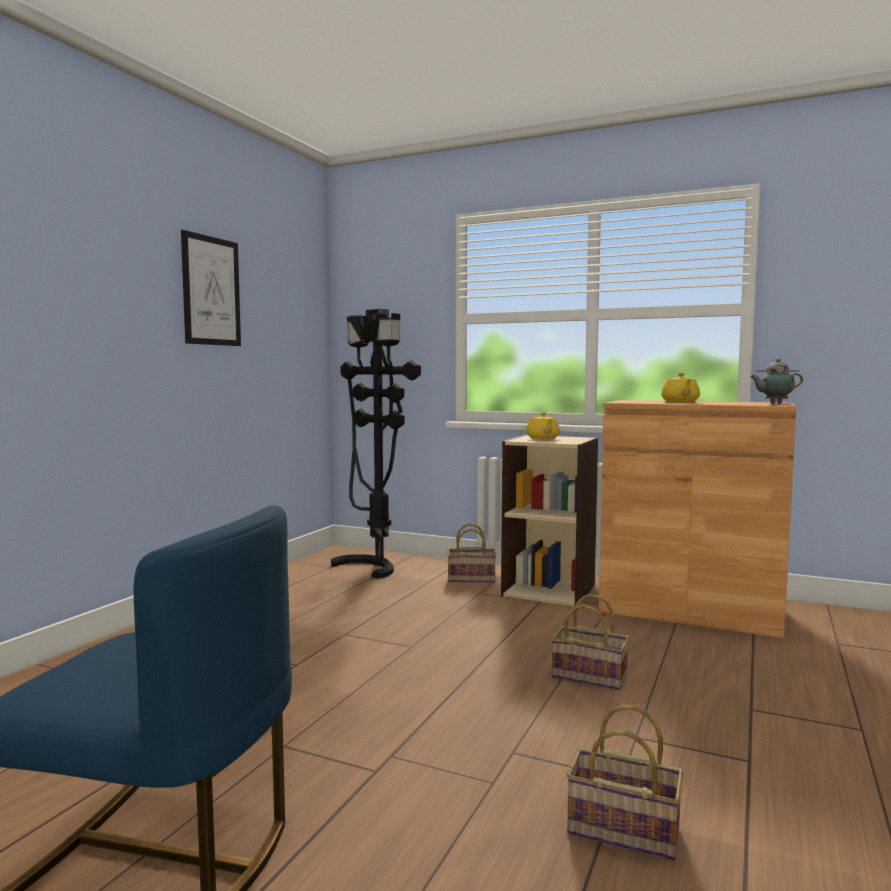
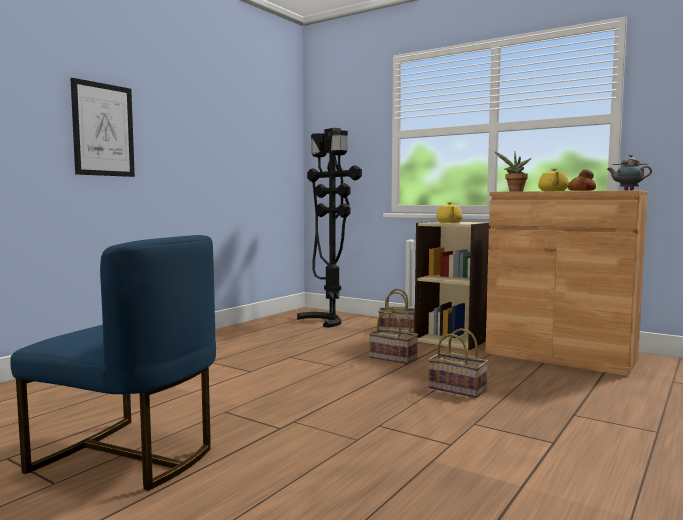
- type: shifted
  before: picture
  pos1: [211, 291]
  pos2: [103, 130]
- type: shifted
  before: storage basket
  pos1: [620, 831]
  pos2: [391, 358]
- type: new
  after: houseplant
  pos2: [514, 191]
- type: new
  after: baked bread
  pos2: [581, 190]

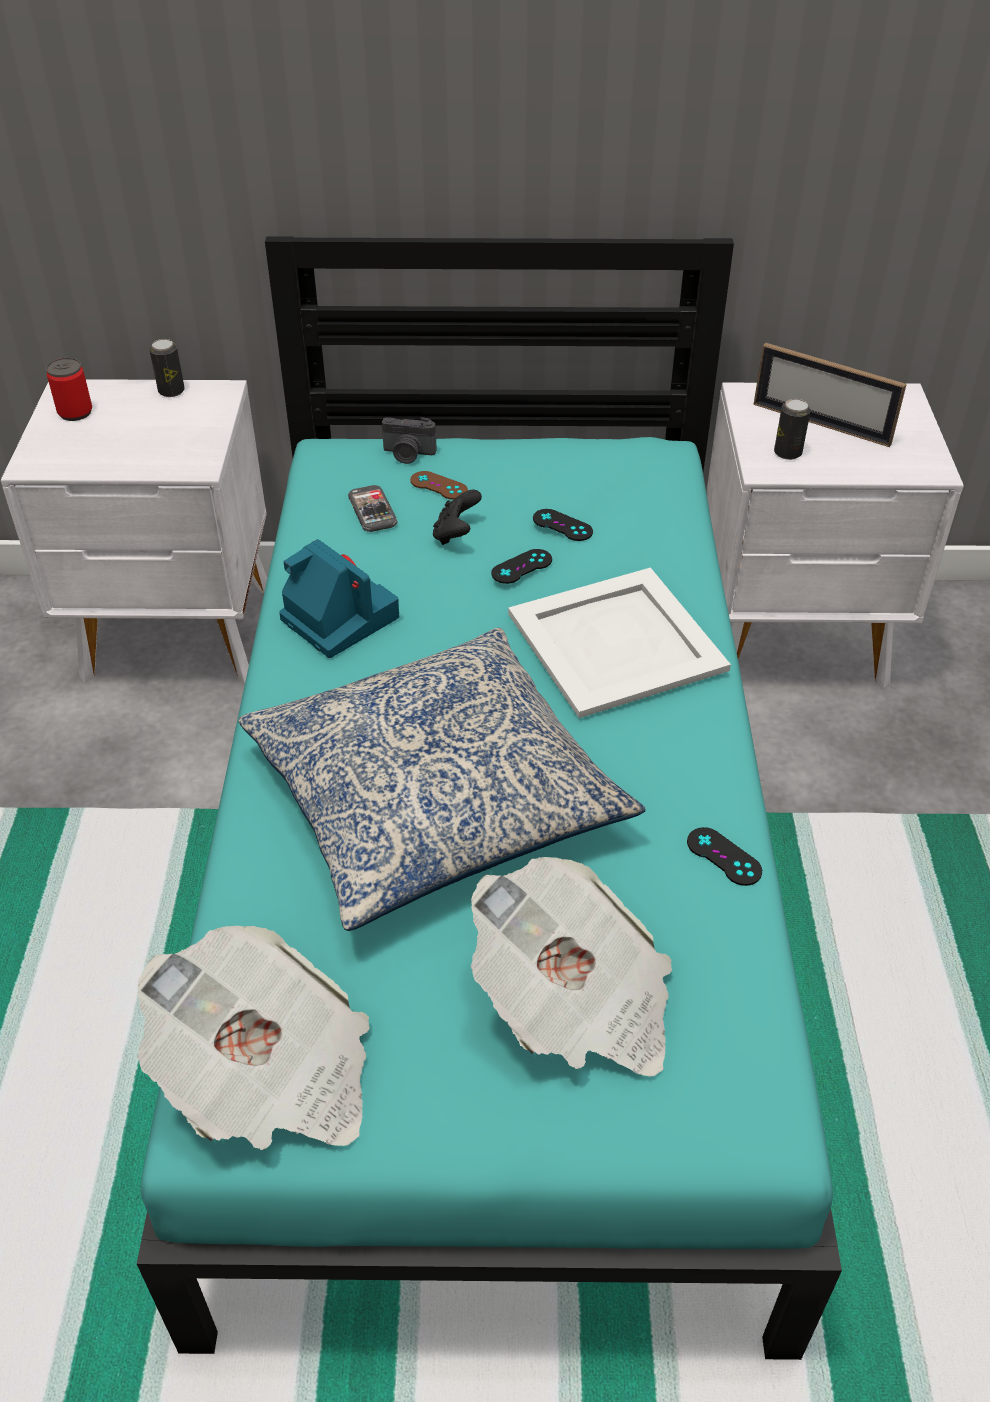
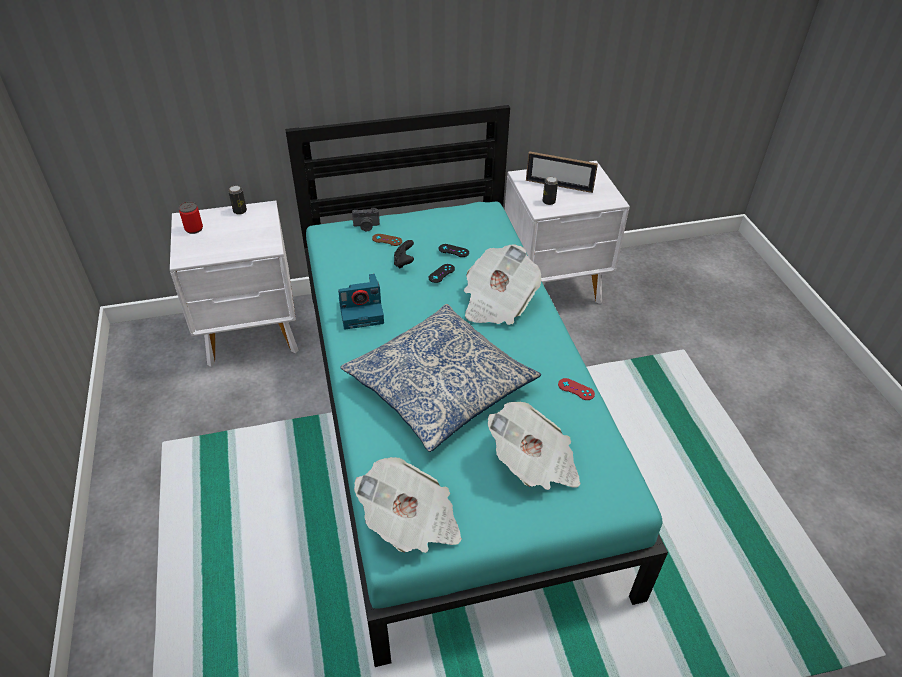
- type: rotated
  before: photo camera
  pos1: [337, 617]
  pos2: [362, 311]
  turn: 135
- type: swapped
  before: whitish serving tray
  after: printed paper
  pos1: [615, 643]
  pos2: [497, 302]
- type: repainted
  before: black game controller
  after: red-coloured game controller
  pos1: [724, 857]
  pos2: [576, 389]
- type: gone
  before: telephone
  pos1: [372, 510]

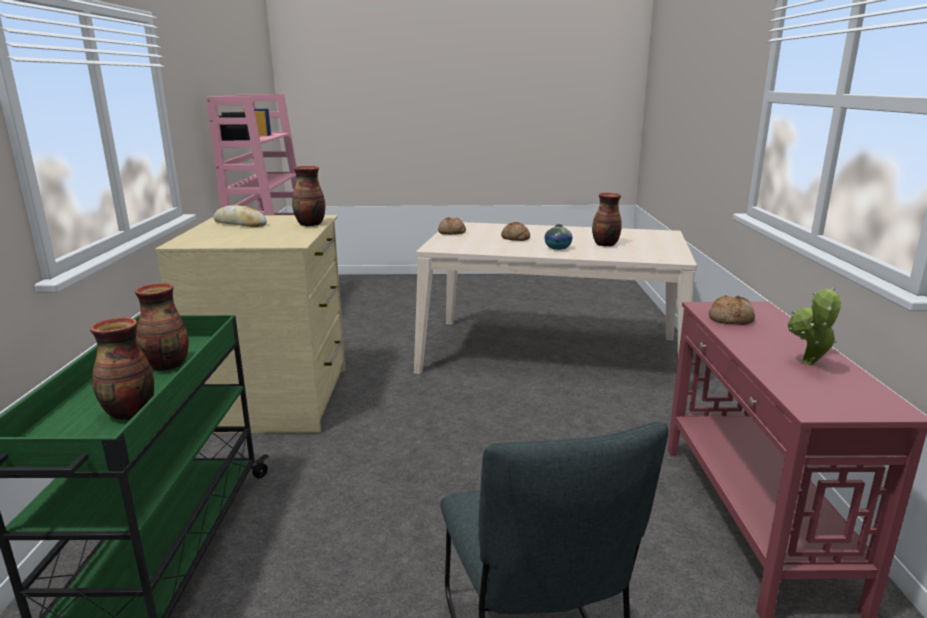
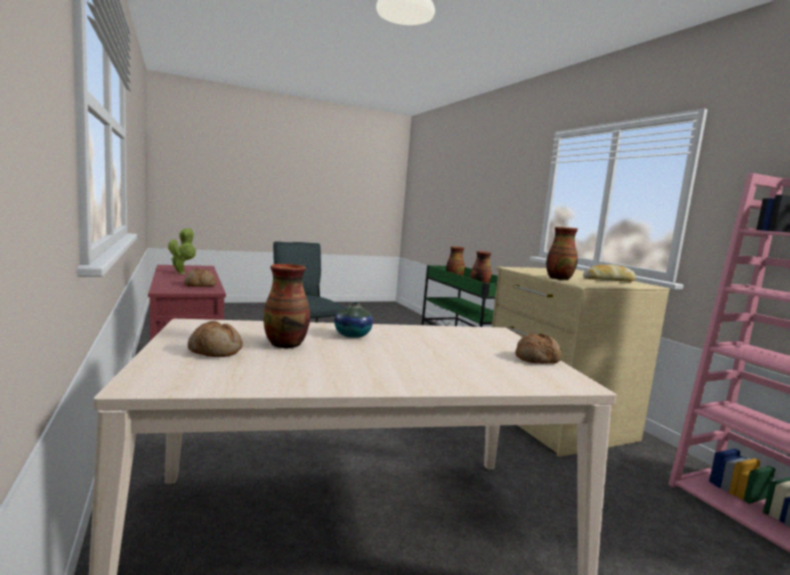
- type: shifted
  before: baked bread
  pos1: [515, 238]
  pos2: [215, 351]

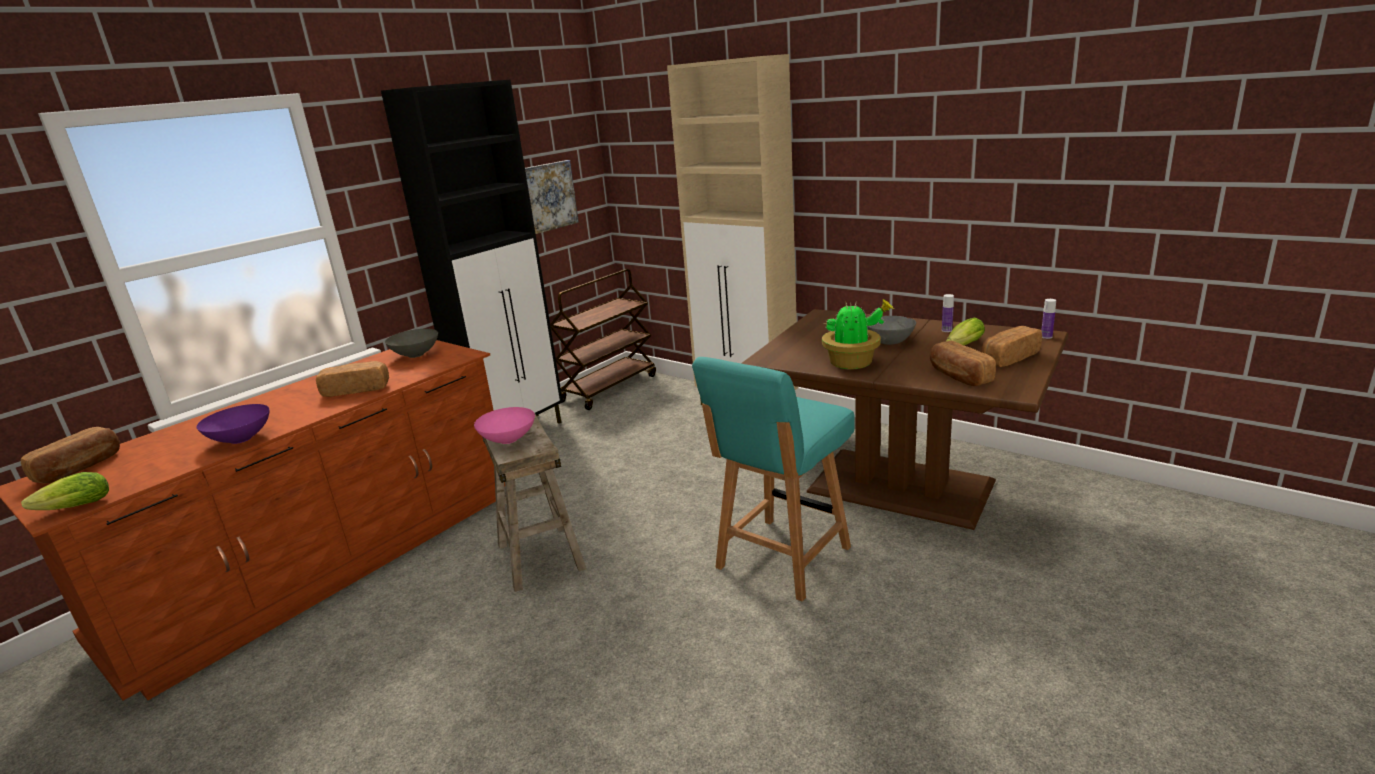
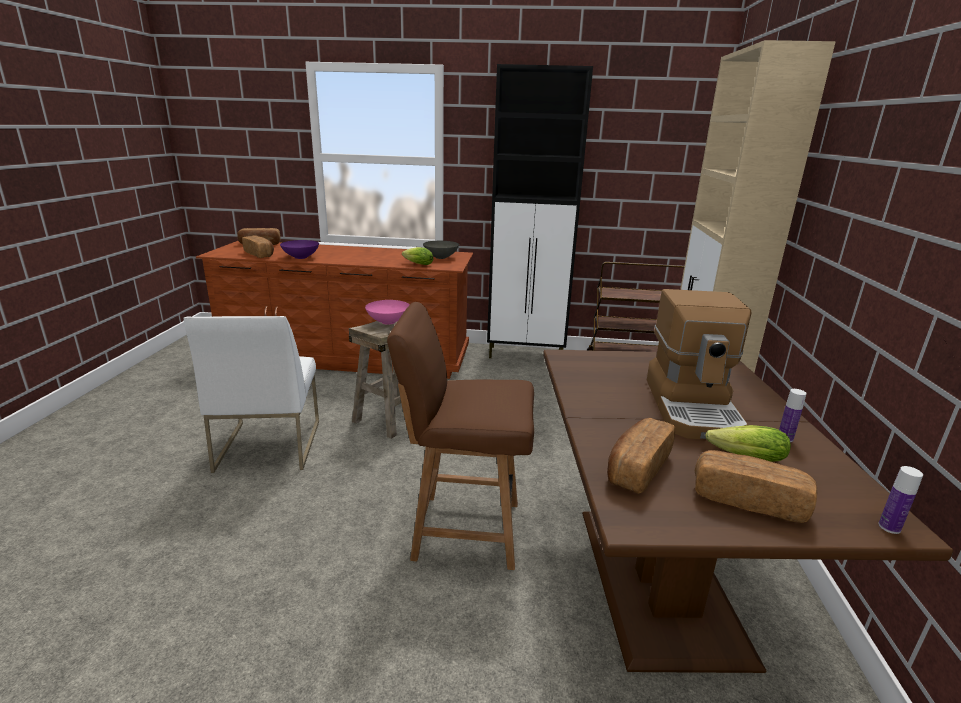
- type: new
  after: whitish upright chair
  pos2: [268, 444]
- type: shifted
  before: baked bread
  pos1: [356, 390]
  pos2: [260, 254]
- type: repainted
  before: turquoise upright chair
  after: brown upright chair
  pos1: [781, 559]
  pos2: [464, 529]
- type: shifted
  before: lettuce
  pos1: [72, 508]
  pos2: [416, 264]
- type: swapped
  before: greyish serving bowl
  after: coffee maker
  pos1: [890, 341]
  pos2: [693, 407]
- type: gone
  before: picture
  pos1: [547, 196]
- type: gone
  before: houseplant
  pos1: [853, 363]

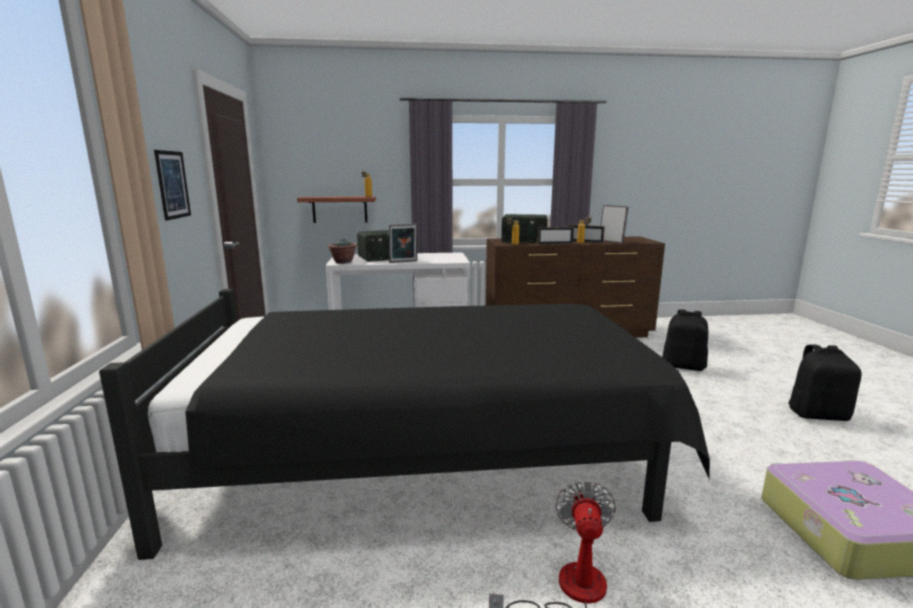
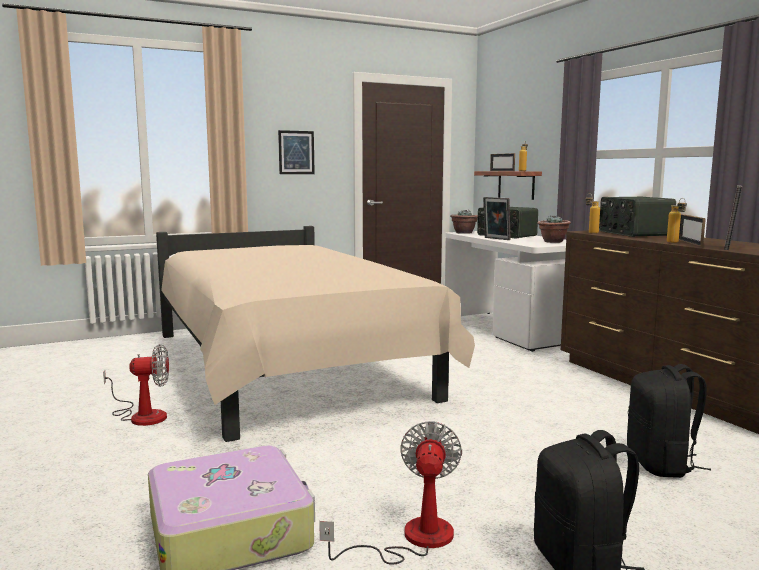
- type: repainted
  before: black bedroom bed
  after: sand-coloured bedroom bed
  pos1: [428, 456]
  pos2: [286, 367]
- type: new
  after: fan
  pos2: [412, 539]
- type: shifted
  before: picture frame
  pos1: [555, 244]
  pos2: [502, 171]
- type: new
  after: houseplant
  pos2: [553, 241]

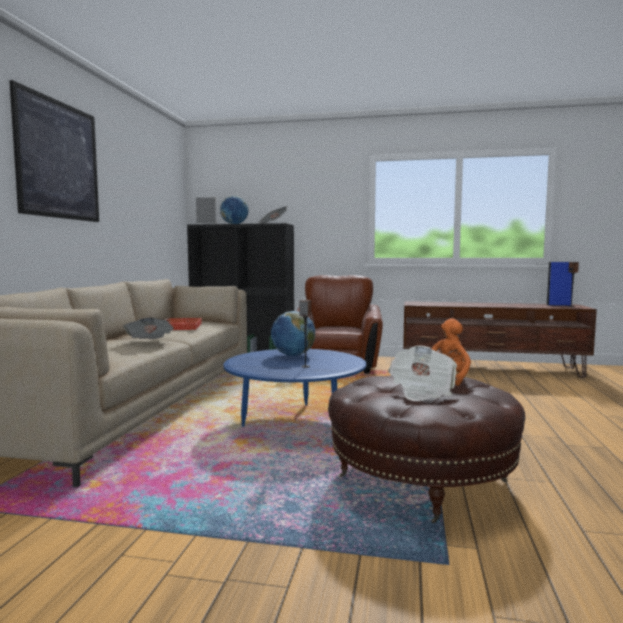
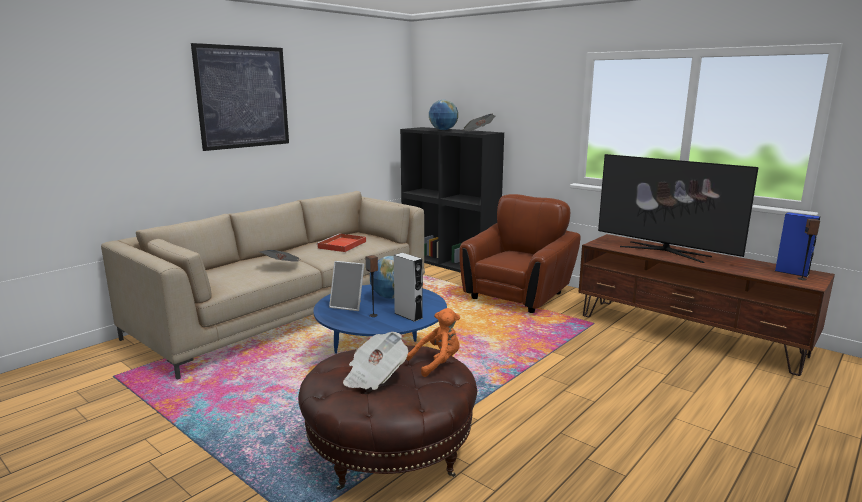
- type: shifted
  before: picture frame
  pos1: [206, 225]
  pos2: [348, 305]
- type: new
  after: greyish loudspeaker
  pos2: [408, 315]
- type: new
  after: television
  pos2: [664, 251]

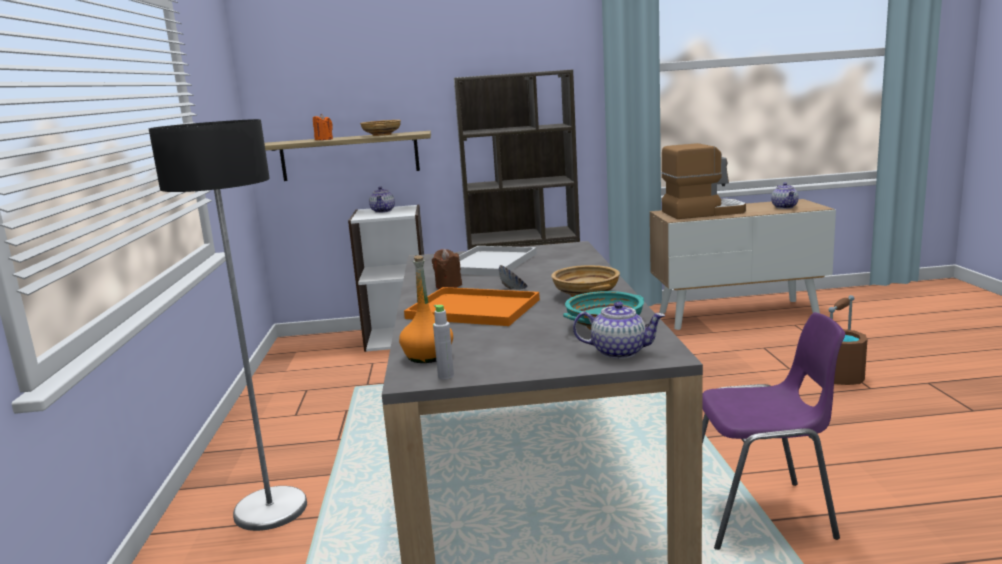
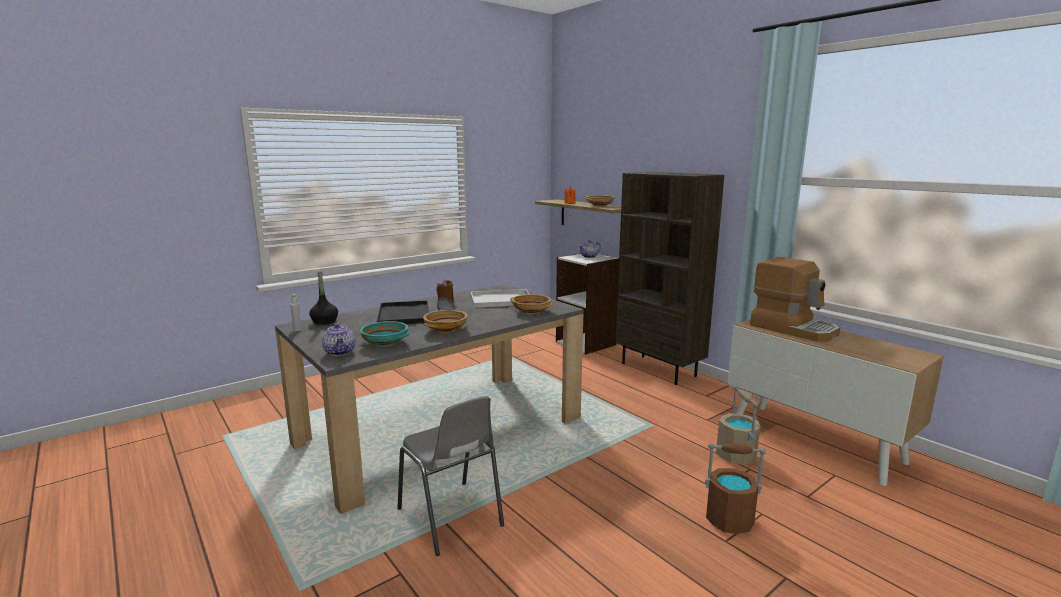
- type: repainted
  before: orange-coloured bottle
  after: black bottle
  pos1: [428, 356]
  pos2: [324, 322]
- type: repainted
  before: orange-coloured serving tray
  after: black serving tray
  pos1: [476, 309]
  pos2: [404, 315]
- type: repainted
  before: purple-coloured upright chair
  after: greyish upright chair
  pos1: [762, 514]
  pos2: [451, 519]
- type: new
  after: sand-coloured serving bowl
  pos2: [531, 311]
- type: new
  after: sand-coloured pail
  pos2: [736, 456]
- type: gone
  before: standing lamp
  pos1: [270, 509]
- type: gone
  before: tea pot
  pos1: [785, 207]

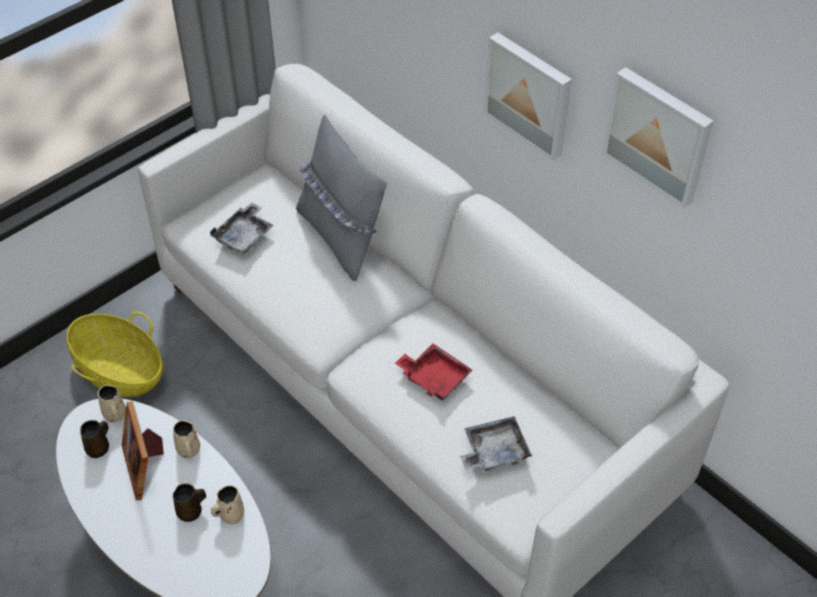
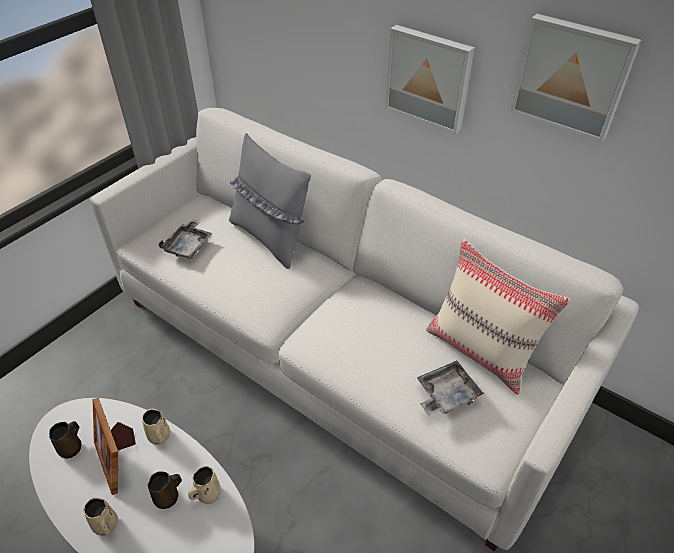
- type: shifted
  before: sand-coloured coffee mug
  pos1: [115, 415]
  pos2: [106, 526]
- type: new
  after: sand-coloured throw pillow
  pos2: [481, 351]
- type: gone
  before: storage basket
  pos1: [120, 371]
- type: gone
  before: red-coloured serving tray
  pos1: [434, 377]

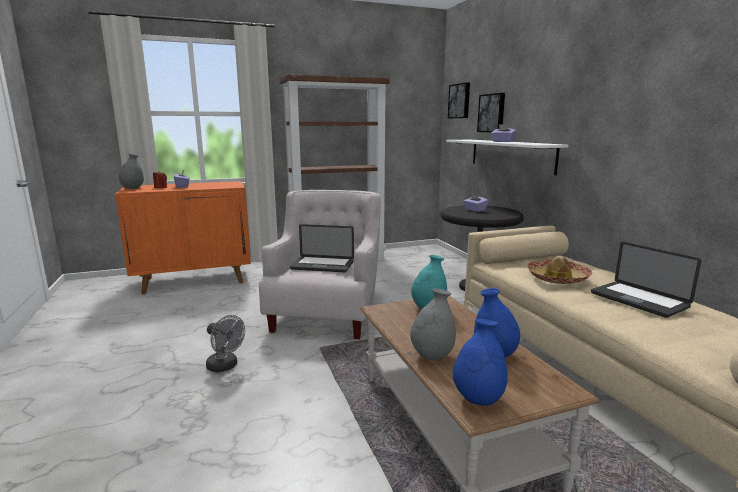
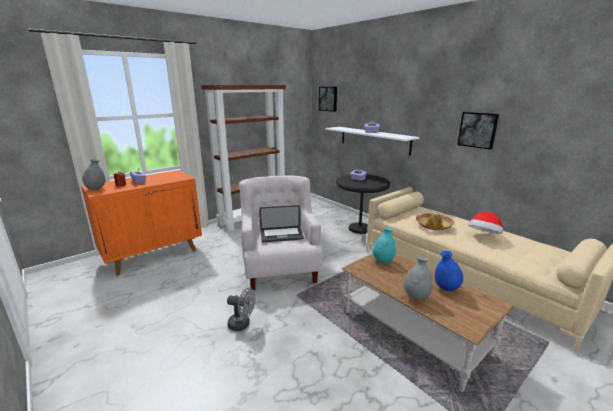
- type: shifted
  before: picture
  pos1: [492, 113]
  pos2: [478, 130]
- type: swapped
  before: laptop
  after: clothing hat
  pos1: [638, 300]
  pos2: [484, 235]
- type: gone
  before: blue-coloured vase
  pos1: [478, 399]

